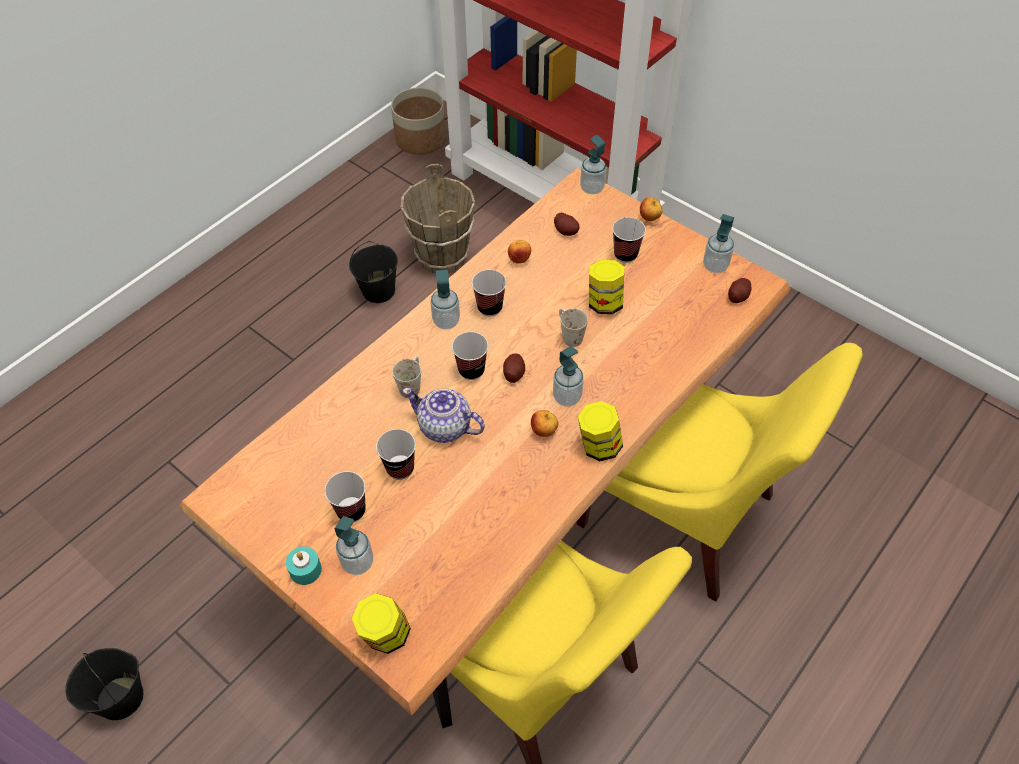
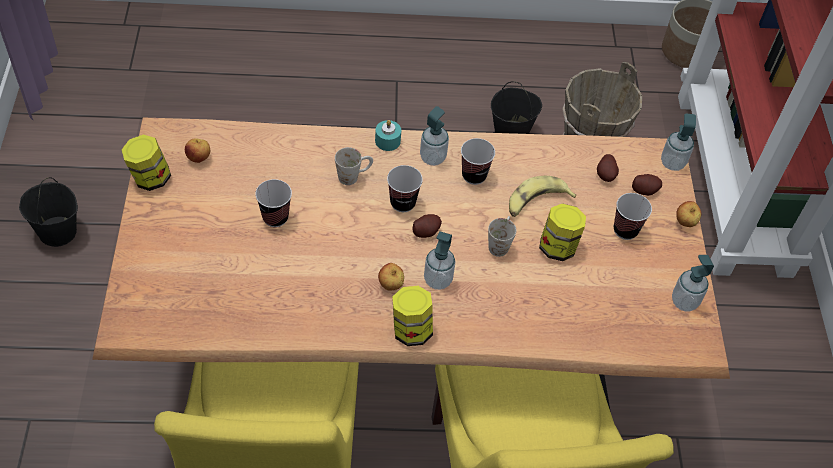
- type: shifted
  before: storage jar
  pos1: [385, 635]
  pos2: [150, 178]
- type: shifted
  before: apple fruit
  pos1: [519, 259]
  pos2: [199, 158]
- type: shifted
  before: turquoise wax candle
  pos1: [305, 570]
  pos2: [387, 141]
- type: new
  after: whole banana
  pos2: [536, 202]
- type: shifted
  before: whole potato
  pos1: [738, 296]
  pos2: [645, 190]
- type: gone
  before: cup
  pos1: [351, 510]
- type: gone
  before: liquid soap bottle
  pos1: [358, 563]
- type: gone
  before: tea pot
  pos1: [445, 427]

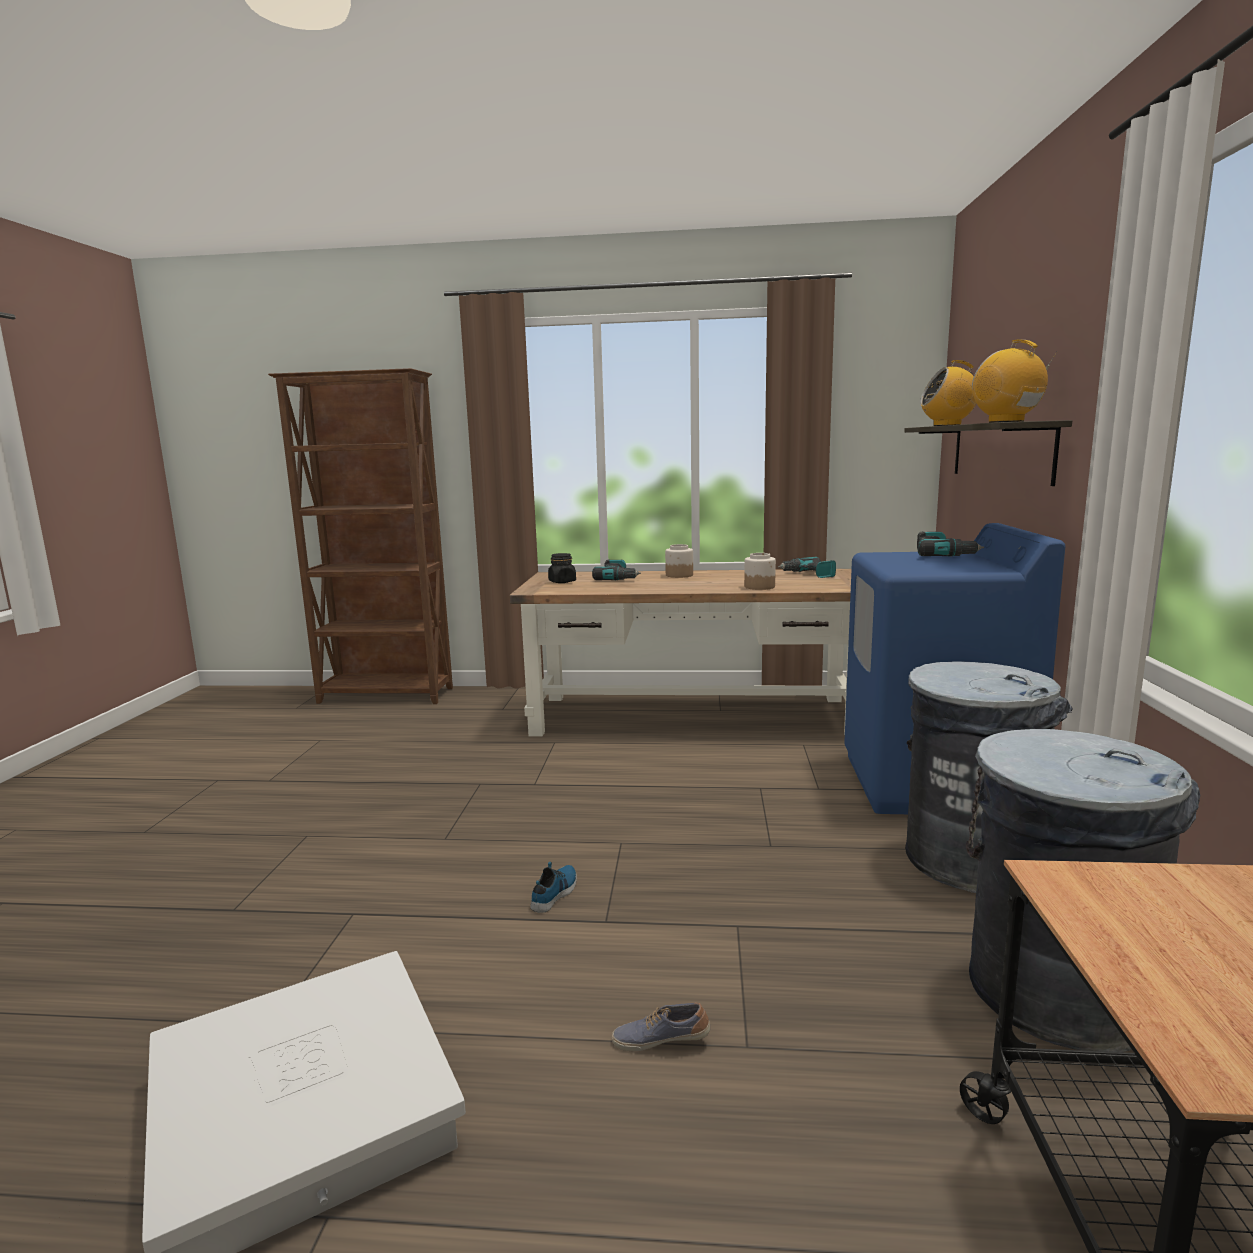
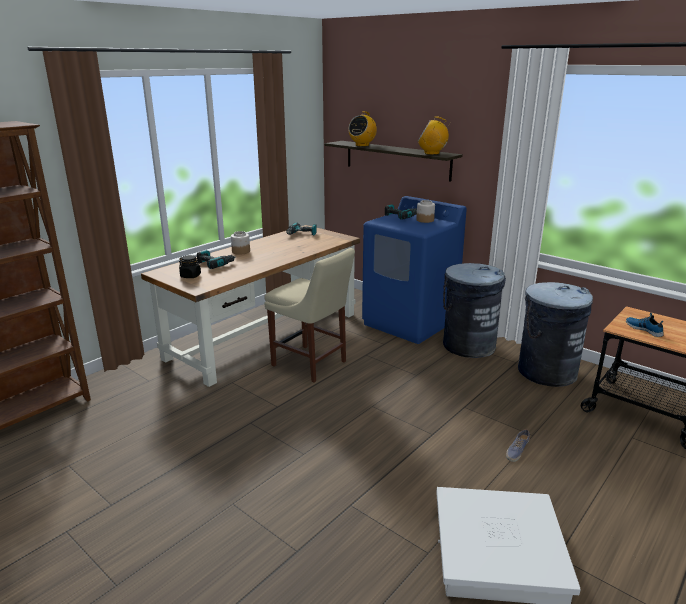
- type: new
  after: sand-coloured upright chair
  pos2: [311, 364]
- type: shifted
  before: storage jar
  pos1: [759, 587]
  pos2: [425, 220]
- type: shifted
  before: item of footwear
  pos1: [555, 893]
  pos2: [644, 329]

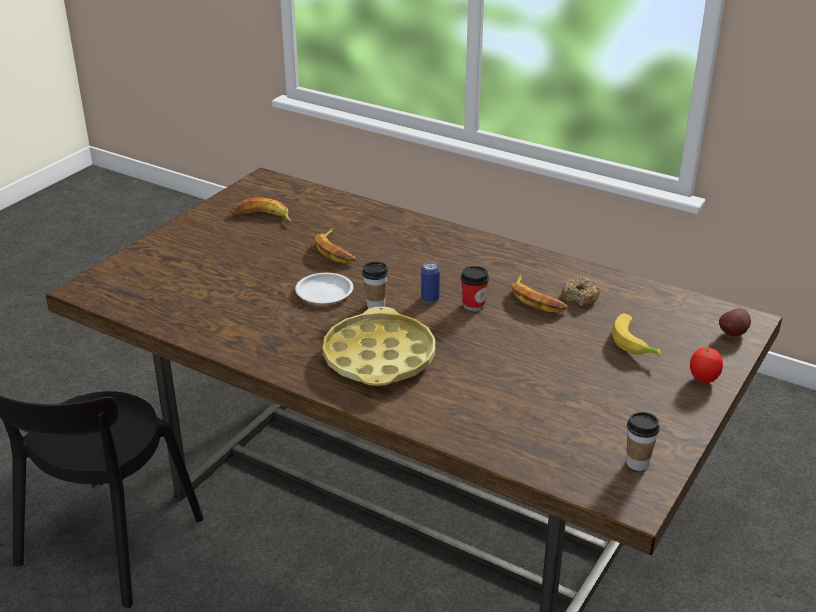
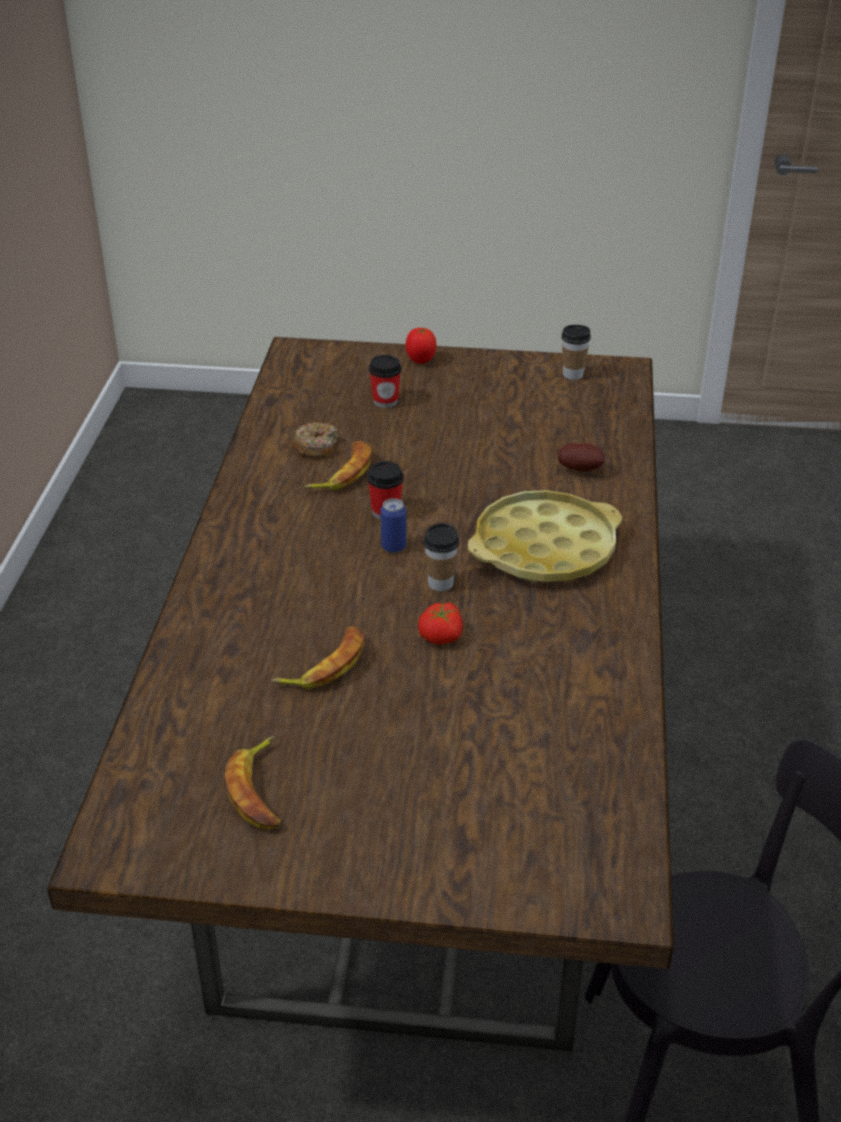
- type: swapped
  before: whole banana
  after: cup
  pos1: [636, 343]
  pos2: [385, 401]
- type: swapped
  before: whitish dinner plate
  after: whole tomato
  pos1: [325, 292]
  pos2: [441, 636]
- type: shifted
  before: whole potato
  pos1: [734, 334]
  pos2: [581, 469]

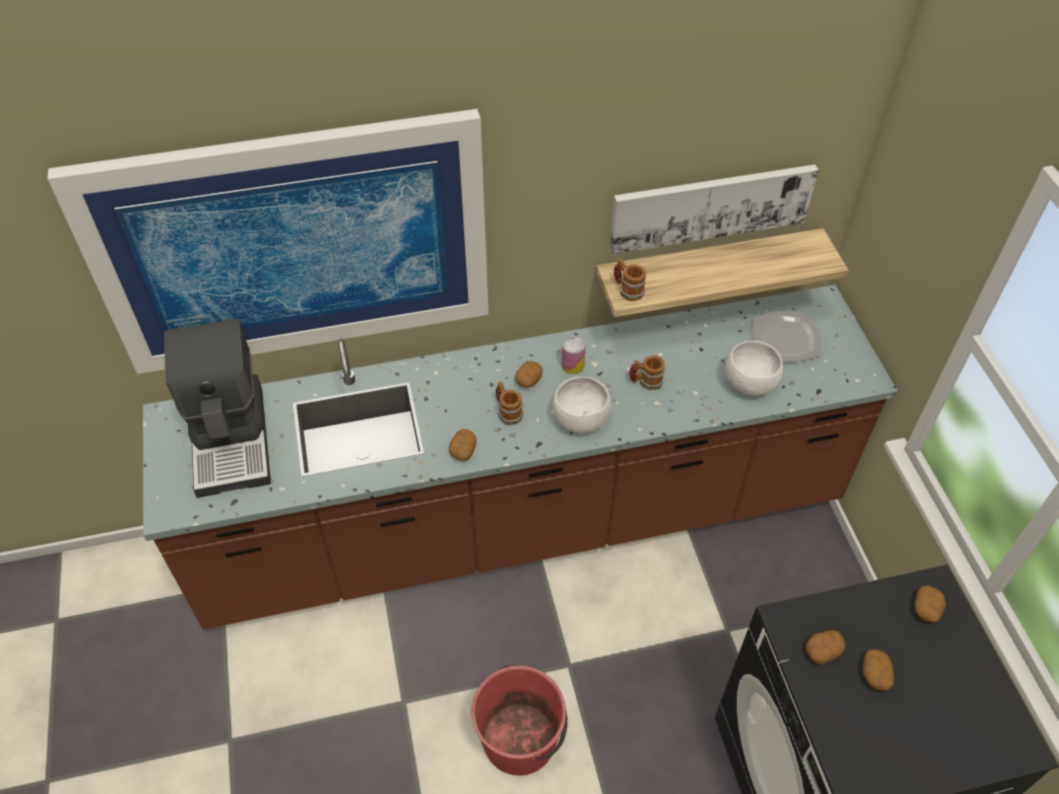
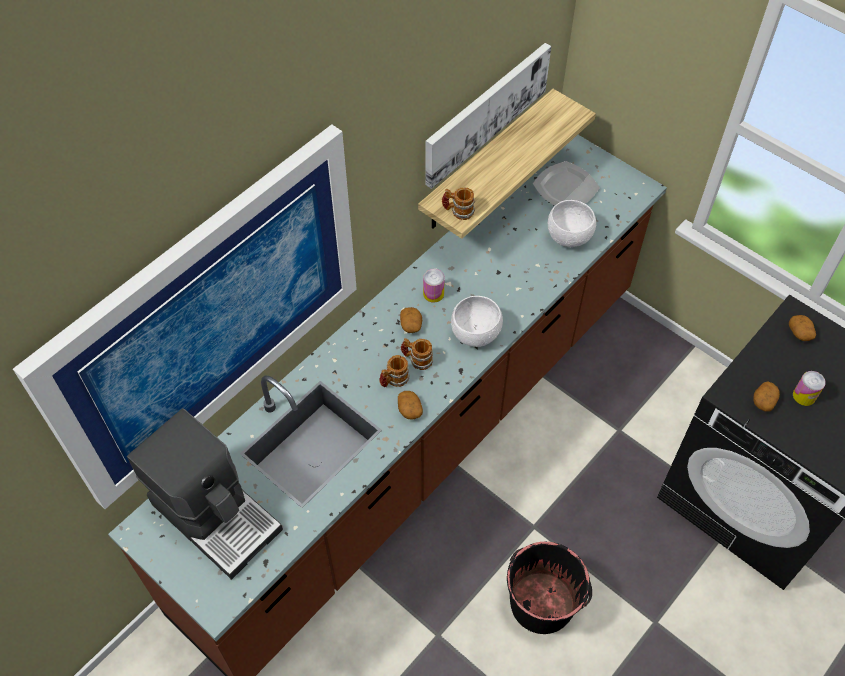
- type: shifted
  before: coffee mug
  pos1: [645, 381]
  pos2: [393, 380]
- type: repainted
  before: red-coloured pail
  after: black pail
  pos1: [520, 739]
  pos2: [542, 602]
- type: swapped
  before: whole potato
  after: can
  pos1: [874, 674]
  pos2: [804, 396]

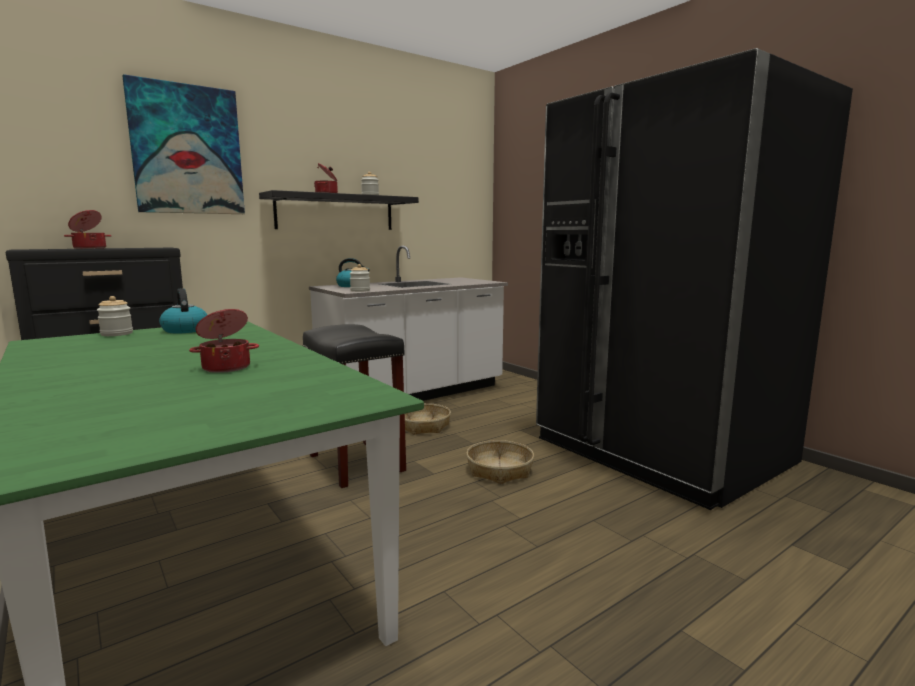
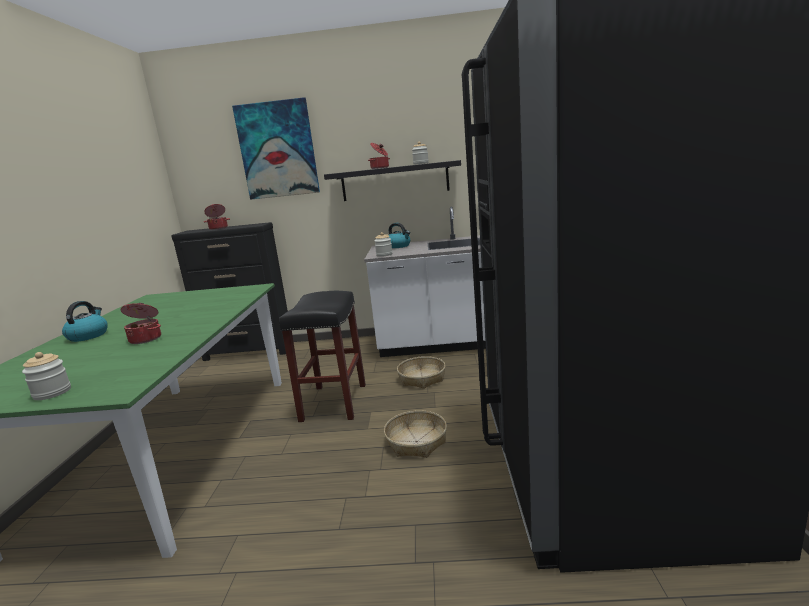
- type: shifted
  before: storage jar
  pos1: [117, 334]
  pos2: [52, 393]
- type: shifted
  before: tea kettle
  pos1: [185, 330]
  pos2: [88, 335]

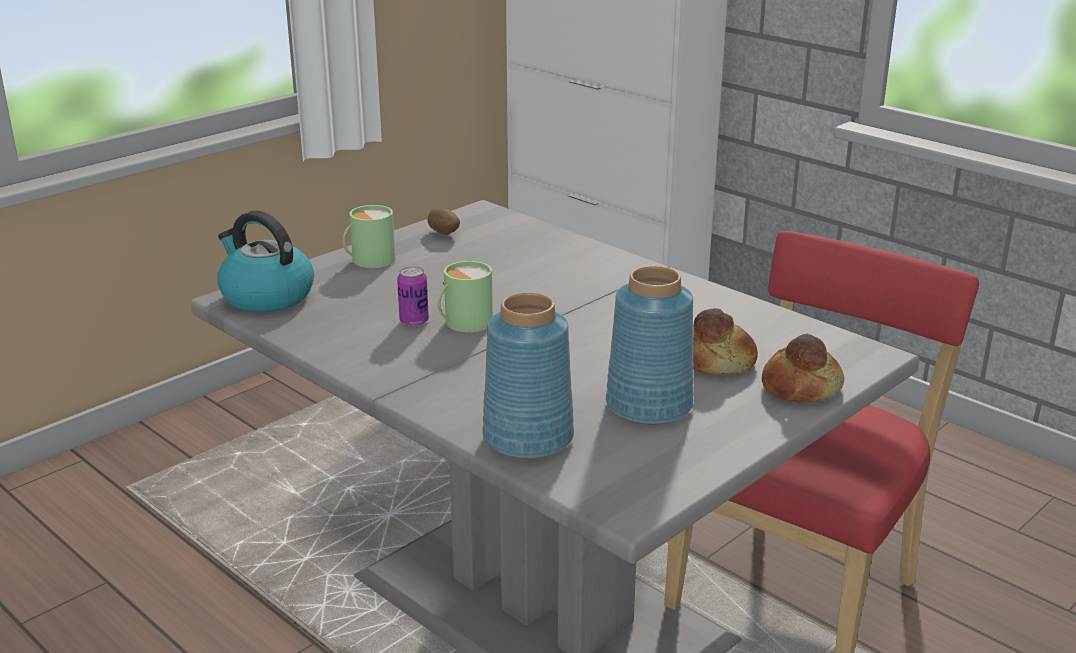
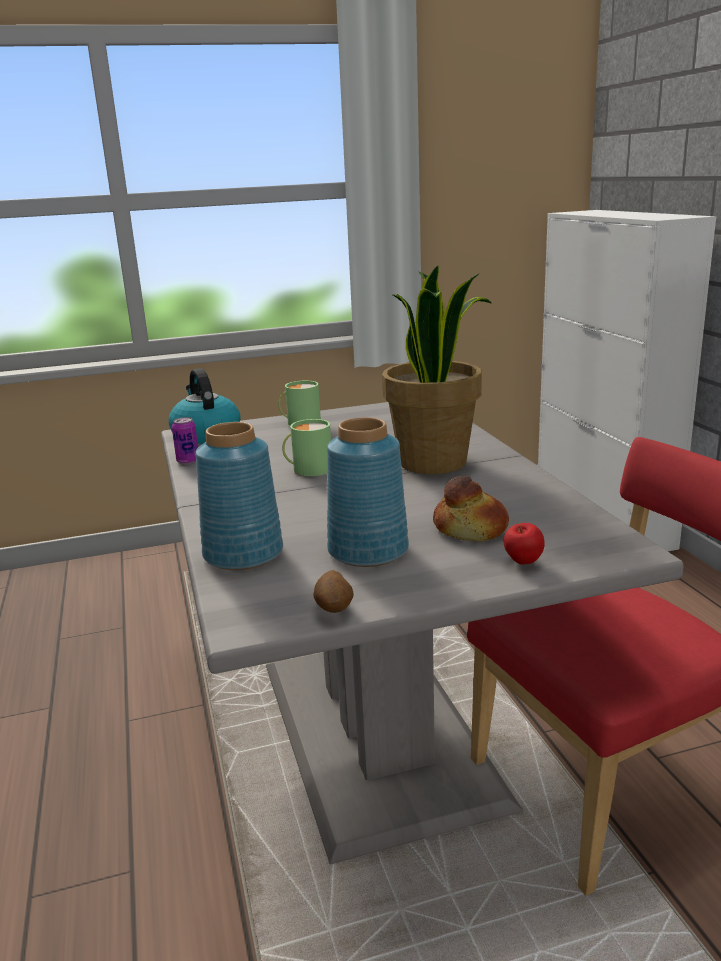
- type: shifted
  before: can
  pos1: [414, 321]
  pos2: [188, 461]
- type: shifted
  before: whole potato
  pos1: [444, 234]
  pos2: [334, 610]
- type: new
  after: houseplant
  pos2: [434, 462]
- type: swapped
  before: baked bread
  after: apple fruit
  pos1: [800, 387]
  pos2: [522, 563]

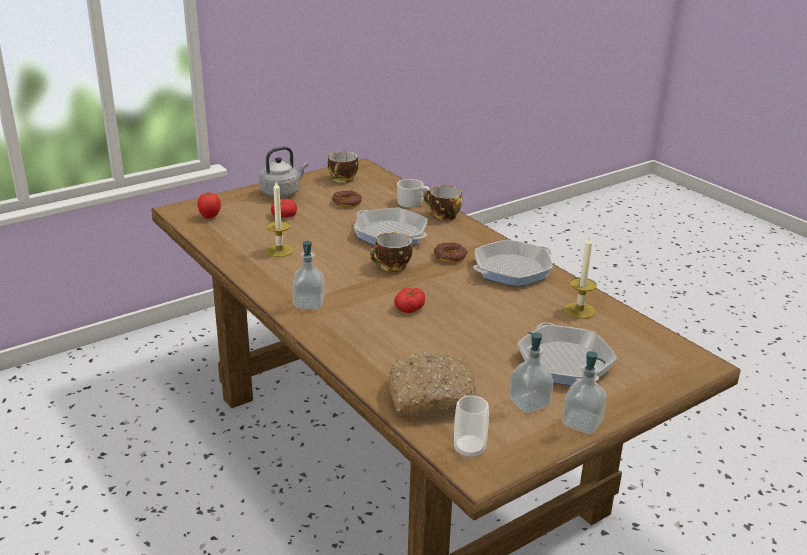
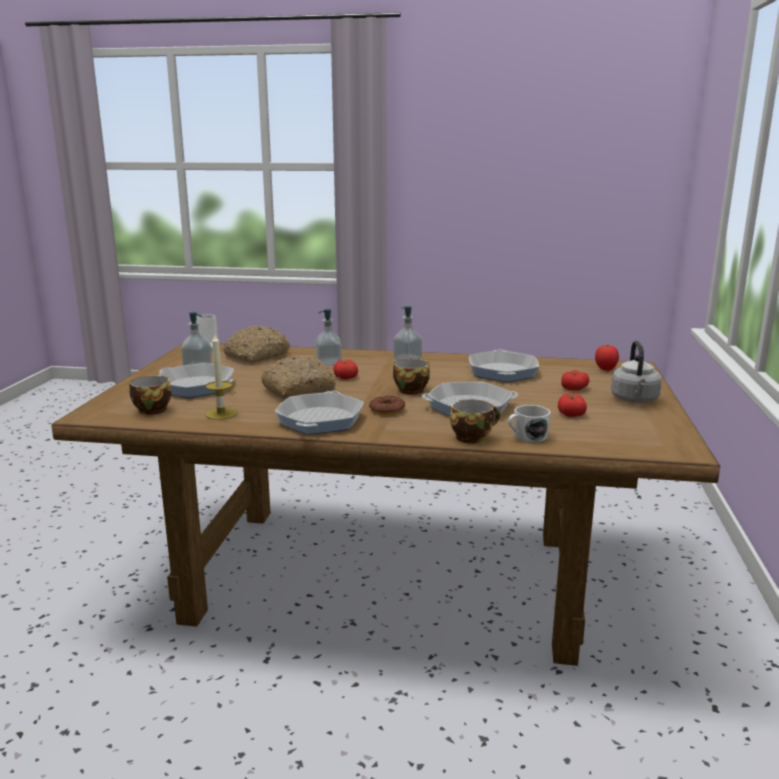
- type: shifted
  before: cup
  pos1: [343, 179]
  pos2: [151, 409]
- type: new
  after: baked bread
  pos2: [299, 389]
- type: shifted
  before: liquid soap bottle
  pos1: [582, 423]
  pos2: [329, 363]
- type: swapped
  before: wax candle
  after: frying pan
  pos1: [279, 250]
  pos2: [502, 372]
- type: swapped
  before: ring doughnut
  after: whole tomato
  pos1: [347, 203]
  pos2: [571, 414]

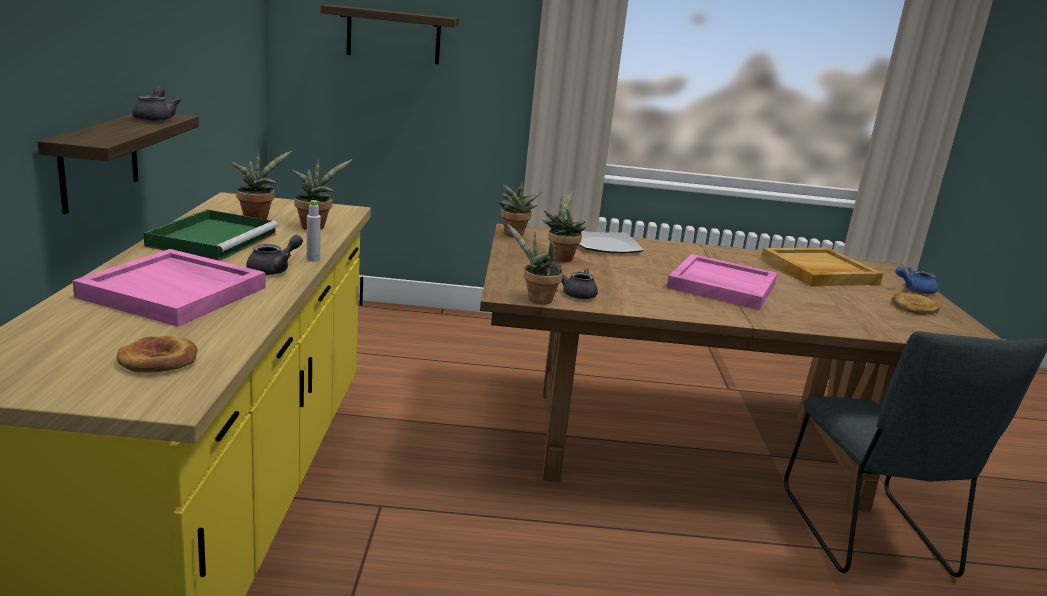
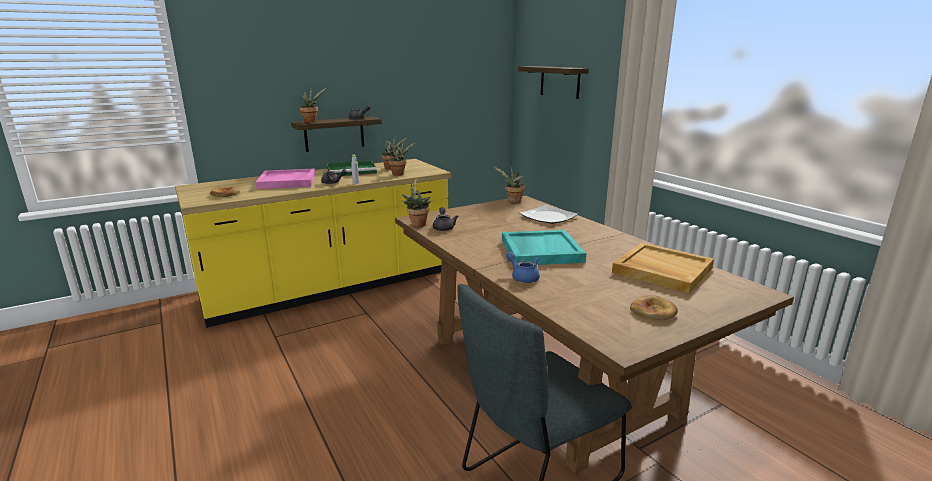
- type: shifted
  before: houseplant
  pos1: [560, 257]
  pos2: [311, 121]
- type: repainted
  before: pink serving tray
  after: turquoise serving tray
  pos1: [721, 286]
  pos2: [540, 250]
- type: shifted
  before: blue-coloured tea pot
  pos1: [914, 290]
  pos2: [523, 277]

